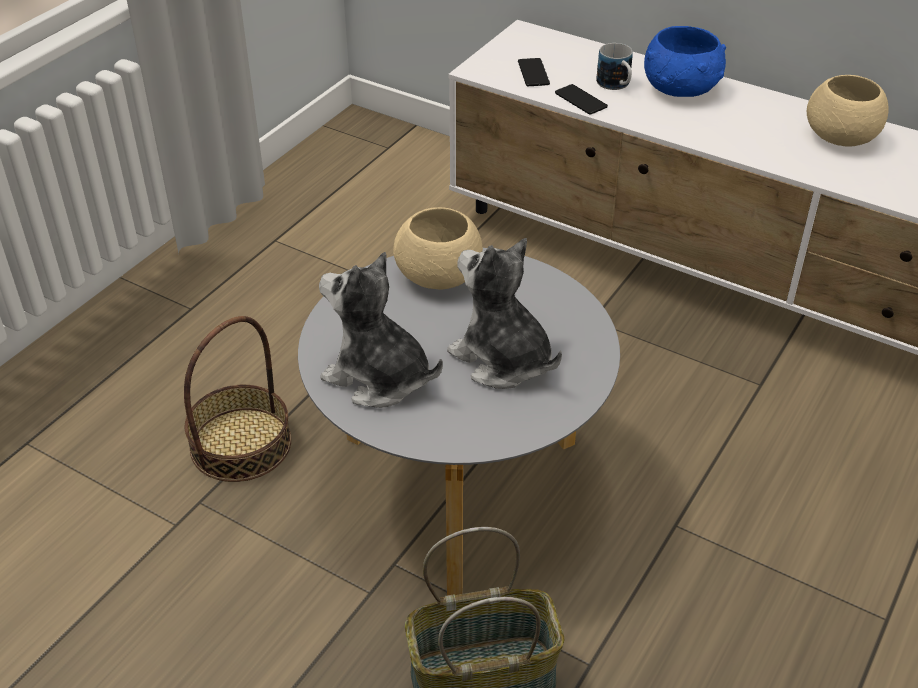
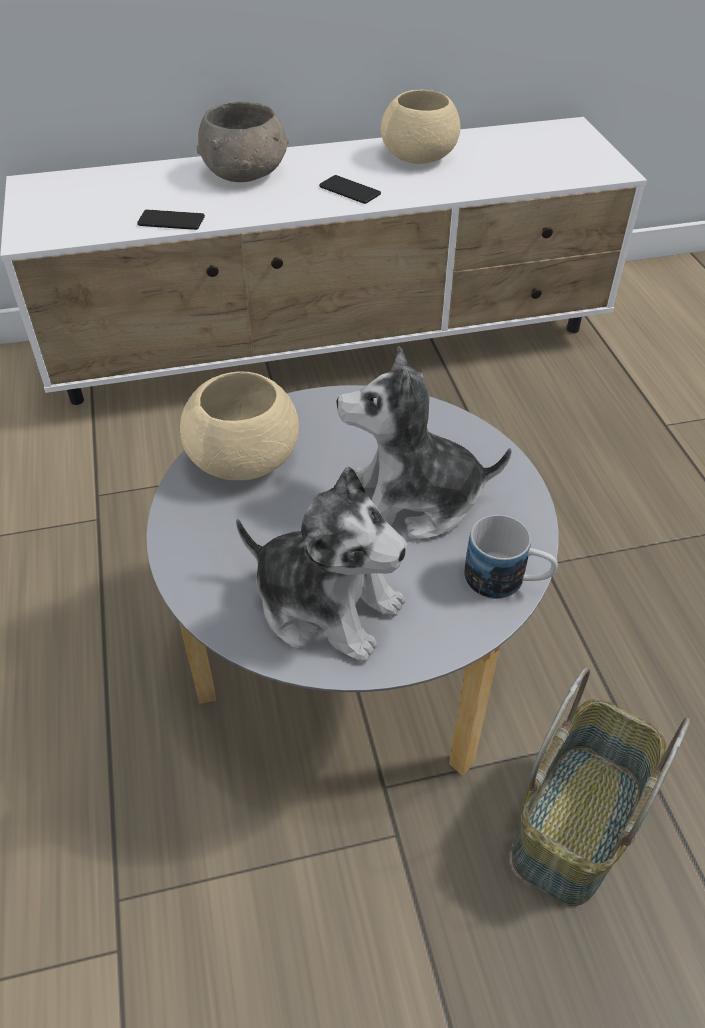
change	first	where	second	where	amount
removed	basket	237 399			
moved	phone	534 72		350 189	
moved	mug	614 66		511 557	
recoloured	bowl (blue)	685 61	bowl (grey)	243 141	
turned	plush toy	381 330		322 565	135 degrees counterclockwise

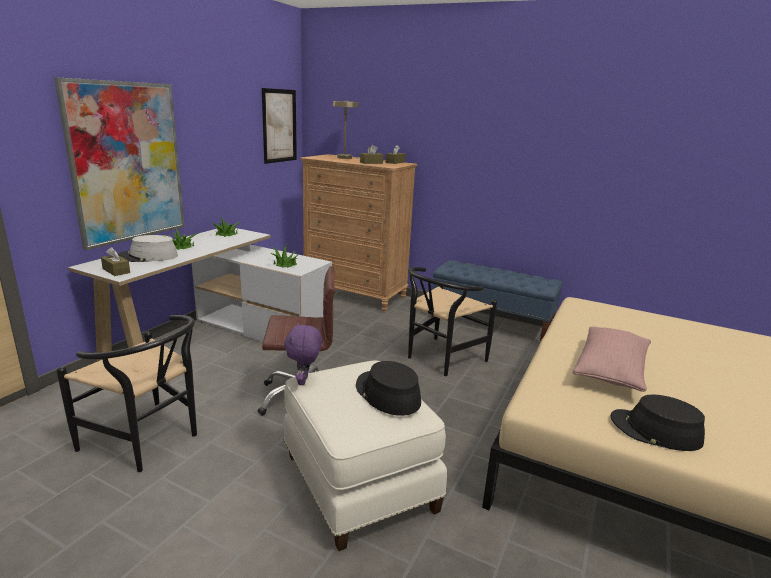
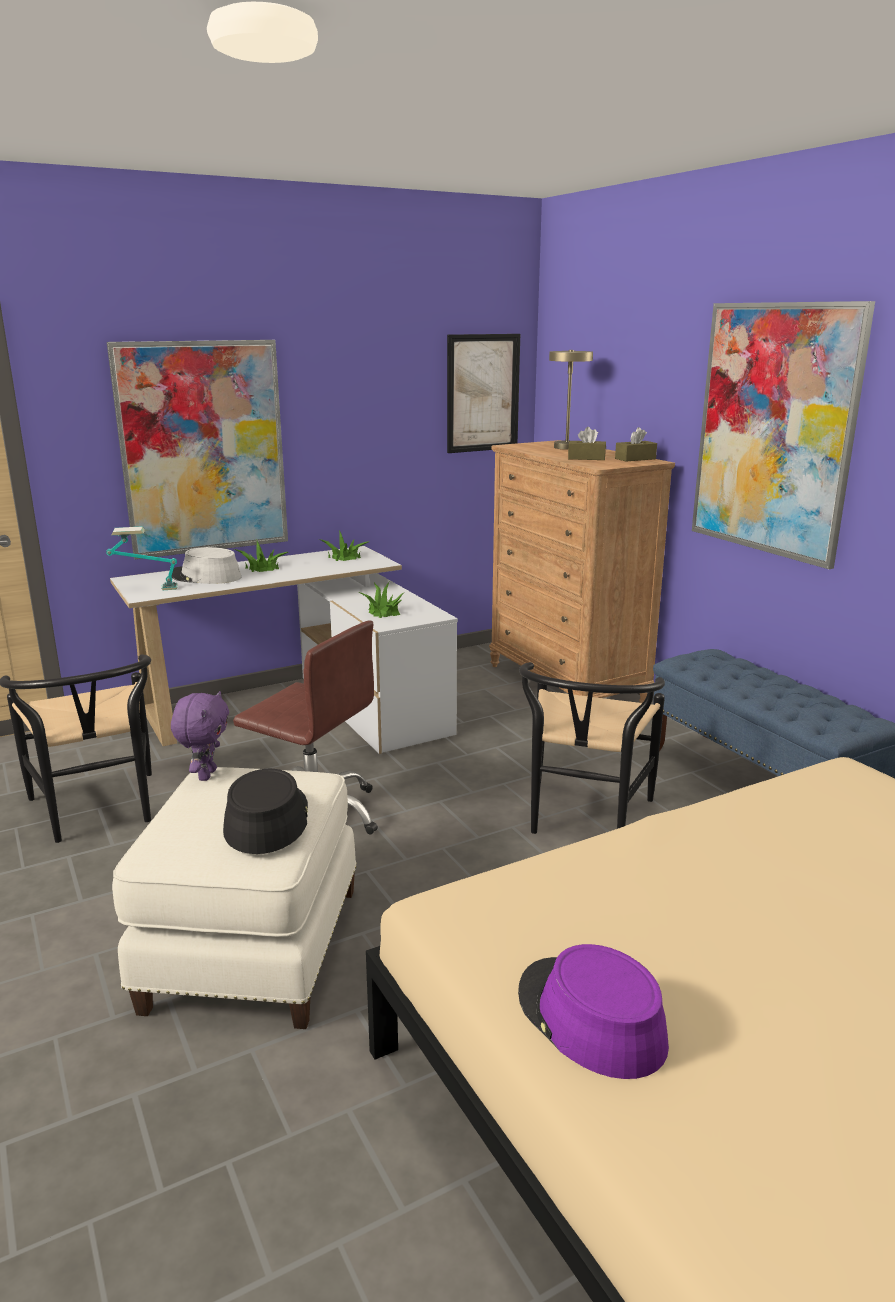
change	first	where	second	where	amount
removed	pillow (pink)	612 359			
added			picture	783 435	
replaced	tissue box (brown)	115 261	table lamp	142 558	
recoloured	hat (black)	657 423	hat (purple)	593 1011	
turned	plush toy (purple)	303 353		200 736	150 degrees clockwise
turned	chair (black)	452 321		592 748	60 degrees counterclockwise

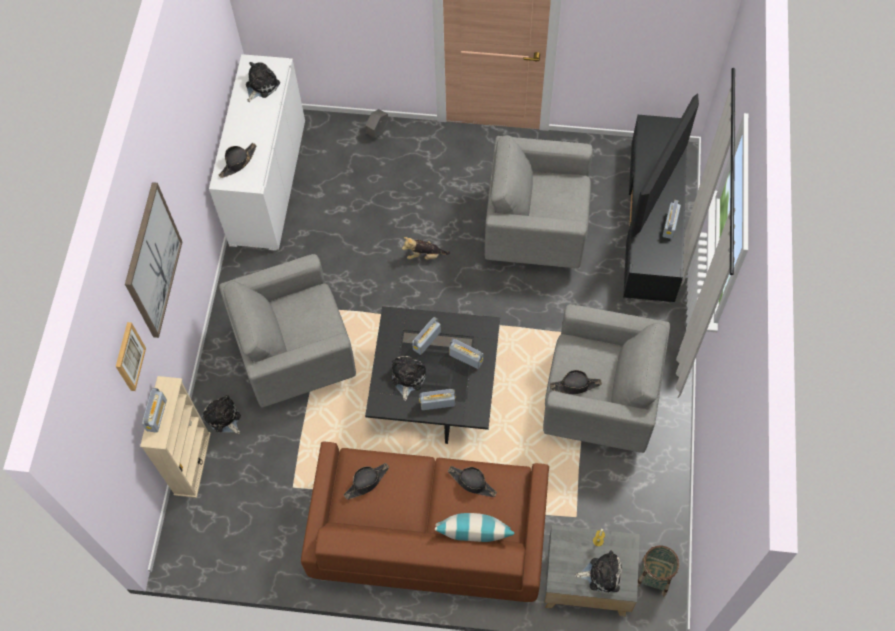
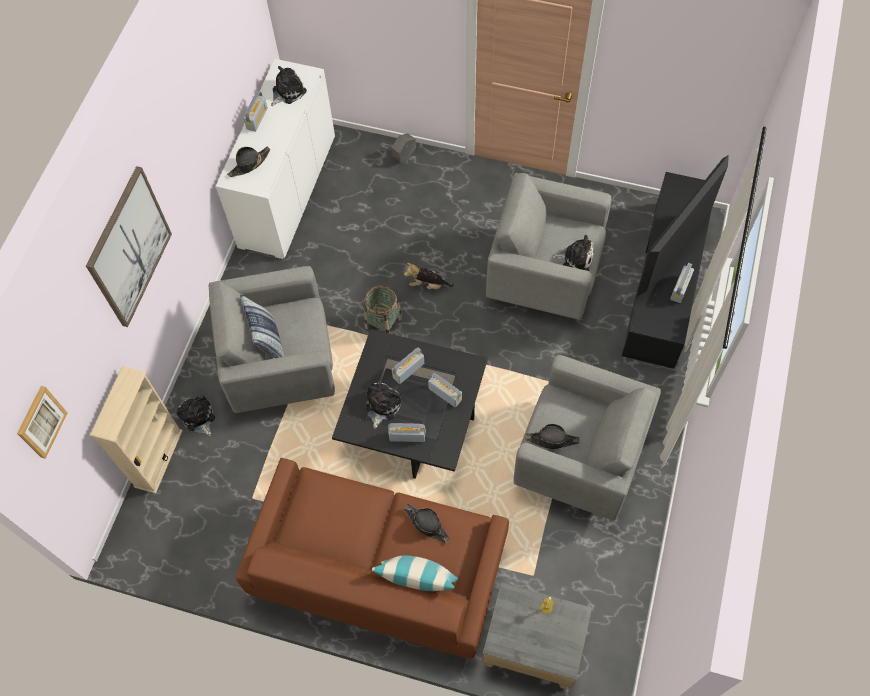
change	first	where	second	where	amount
removed	hat (black)	366 481			
added			pillow	262 325	
moved	picture	131 356		42 422	
moved	radio	154 410		256 111	
moved	plush toy	598 571		573 253	
moved	basket	658 570		384 309	

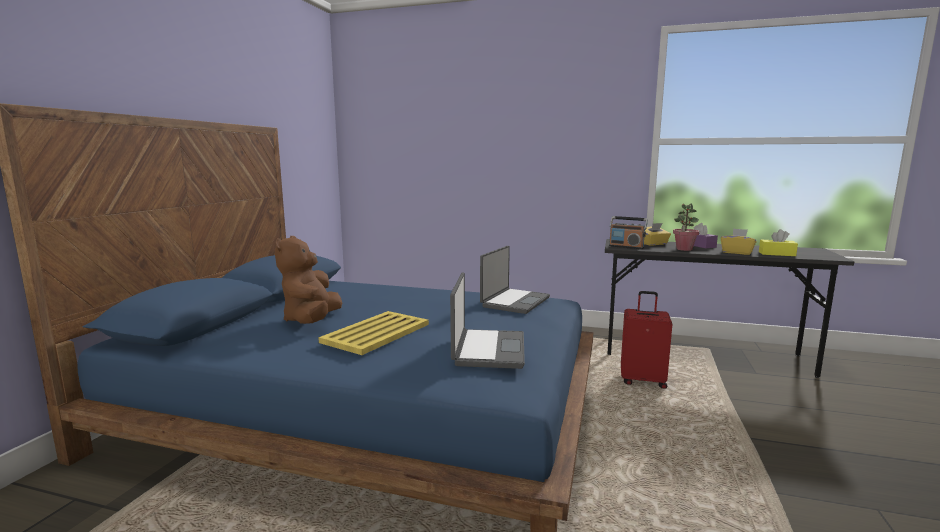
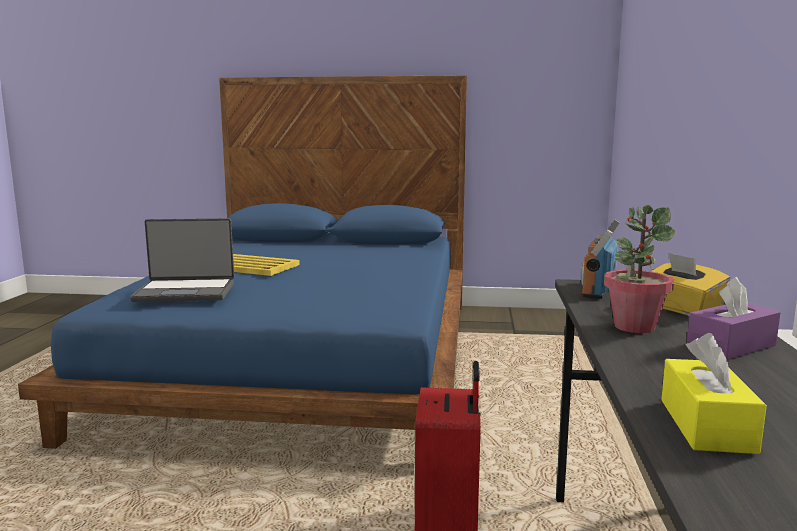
change	first	where	second	where	amount
removed	plush toy (brown)	308 280			
removed	laptop	515 280			
removed	tissue box (yellow)	739 241			

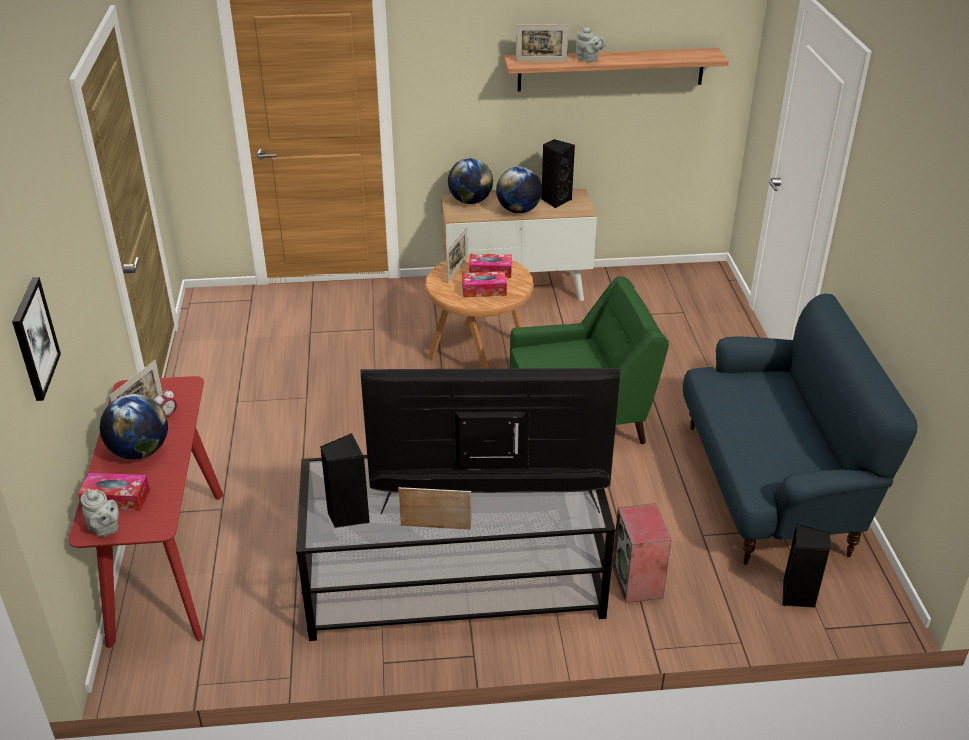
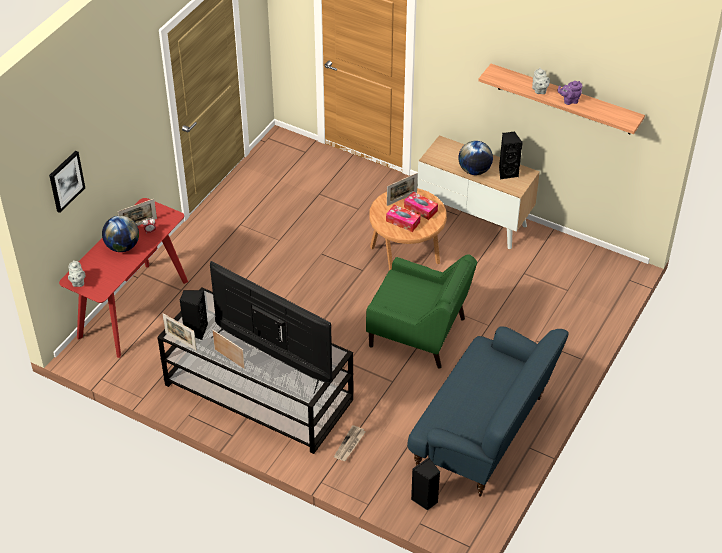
change	first	where	second	where	amount
removed	tissue box	114 492			
removed	globe	470 181			
added			teapot (purple)	570 93	
moved	picture frame	542 43		180 332	
replaced	speaker	641 553	newspaper	349 443	

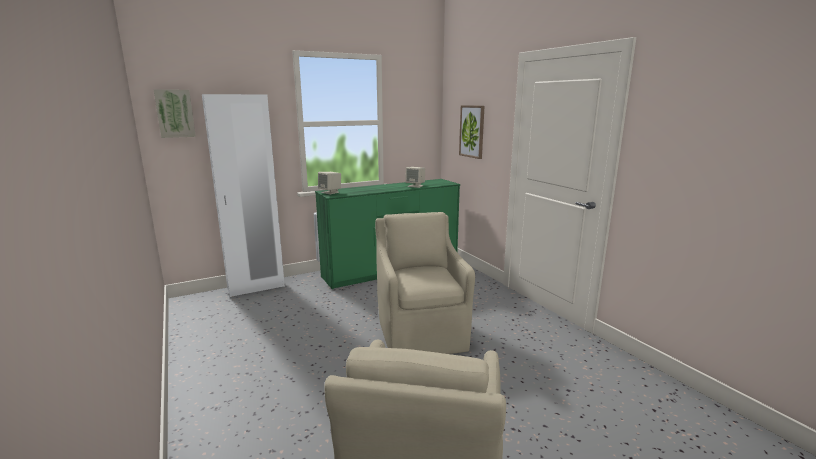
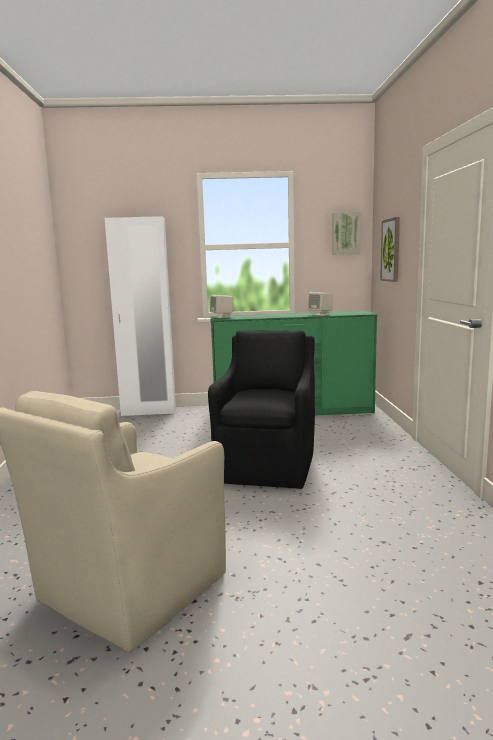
change	first	where	second	where	amount
moved	picture	174 113		346 233	
recoloured	armchair (beige)	425 283	armchair (black)	261 409	

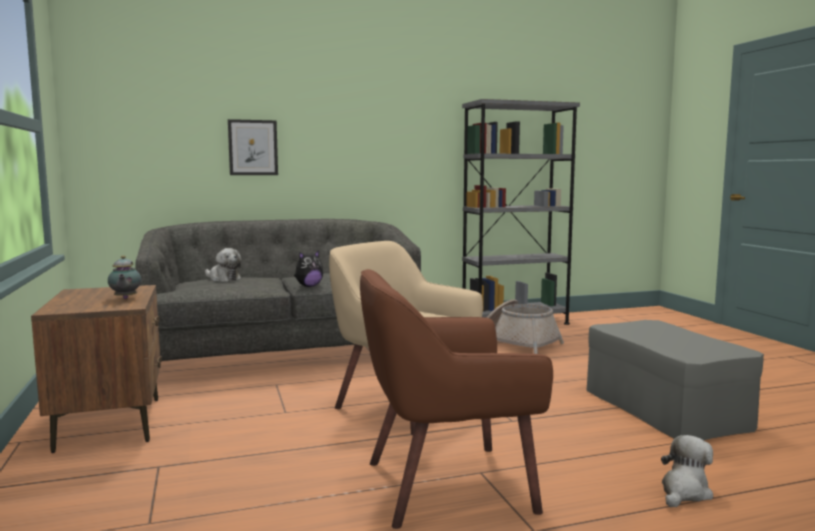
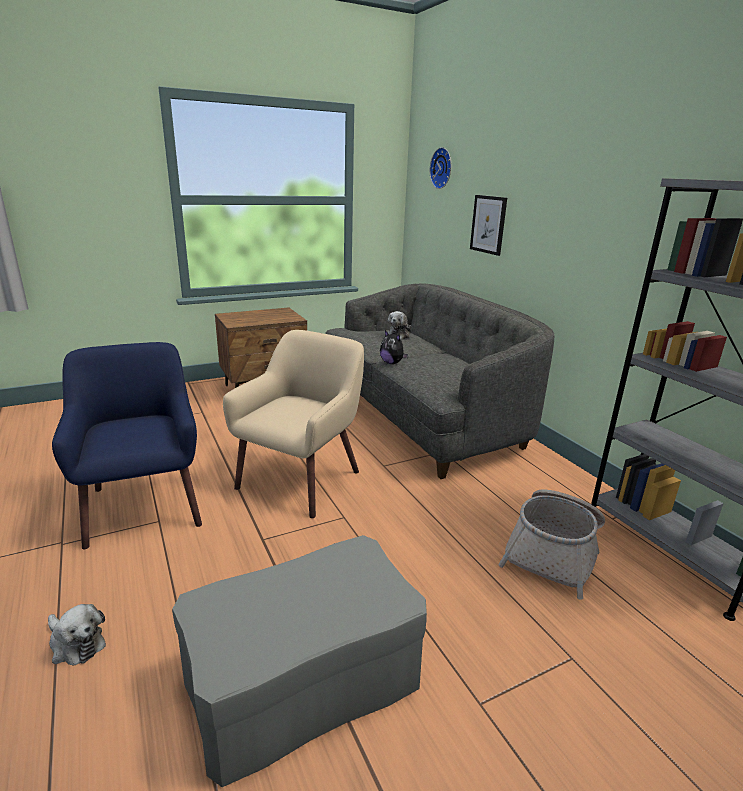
change	first	where	second	where	amount
removed	teapot	124 277			
added			wall clock	440 168	
recoloured	armchair (brown)	456 399	armchair (blue)	127 445	

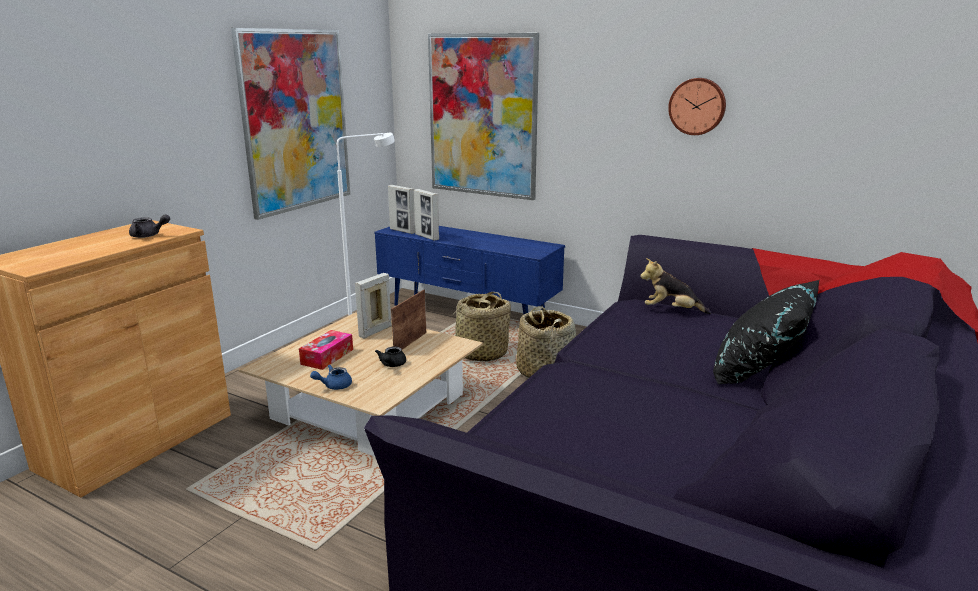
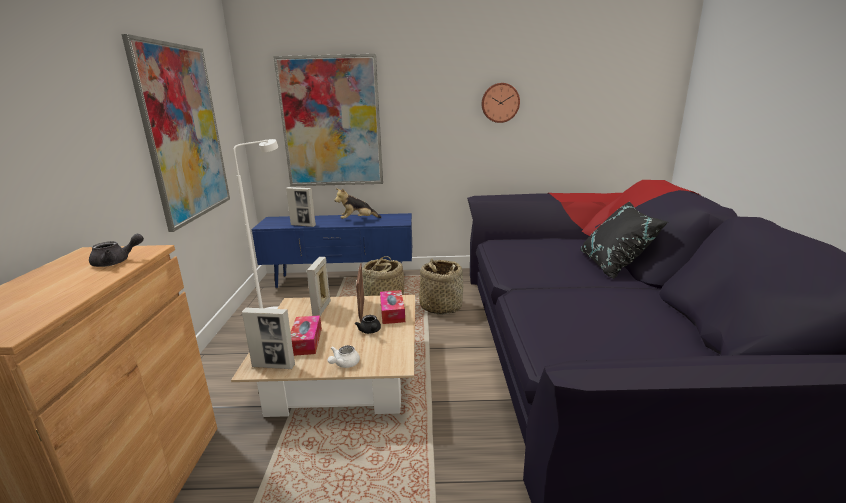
change	first	where	second	where	amount
added			tissue box	392 307	
moved	picture frame	401 209		268 338	
moved	plush toy	675 286		358 203	
recoloured	teapot (blue)	331 377	teapot (white)	344 356	

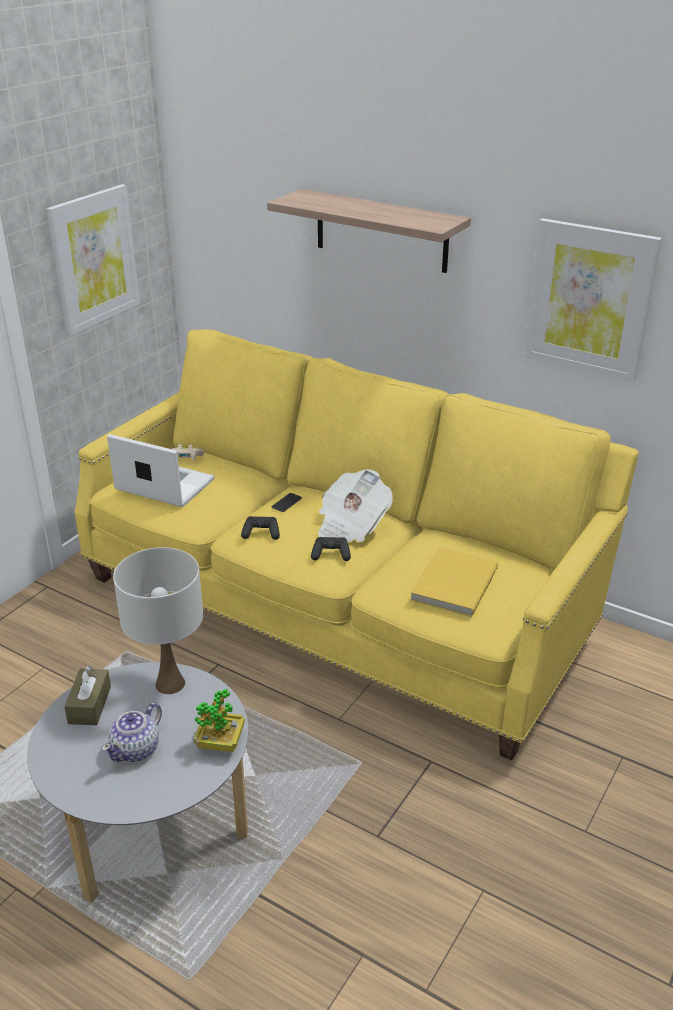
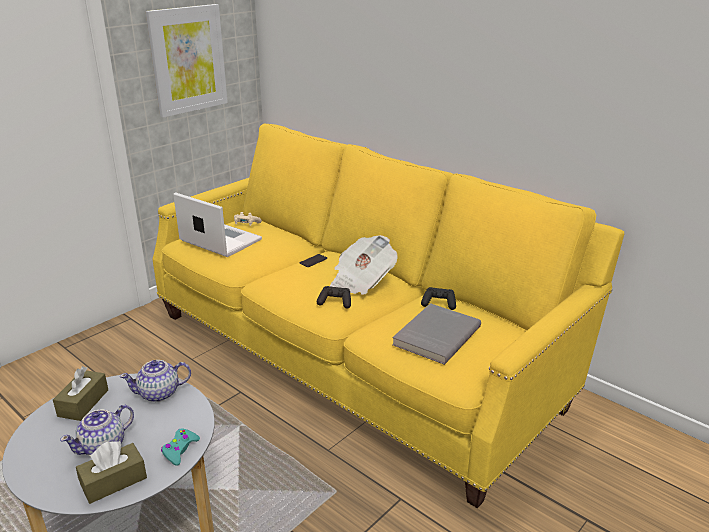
change	first	where	second	where	amount
removed	shelf	369 231			
removed	picture	593 300			
added			tissue box (brown)	111 472	
moved	game controller (black)	260 528		438 298	
replaced	table lamp (white)	158 620	teapot	155 381	
replaced	potted plant	219 720	game controller (turquoise)	180 447	
recoloured	book (yellow)	454 582	book (grey)	436 334	

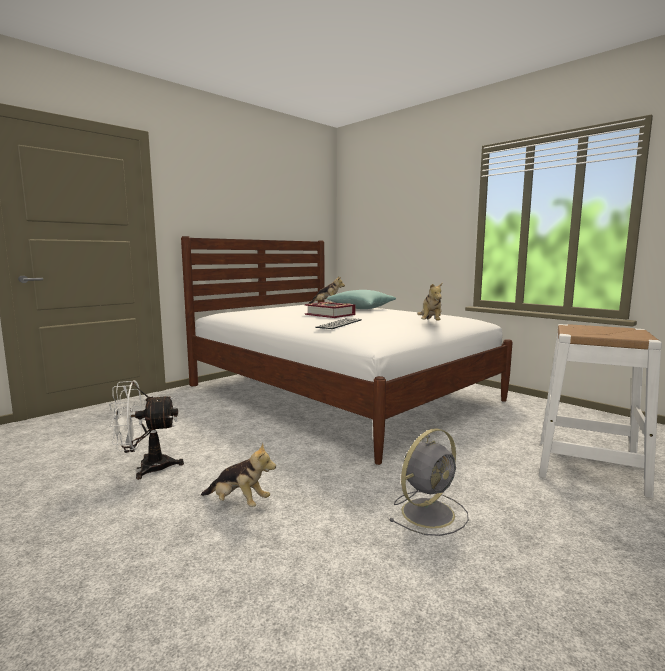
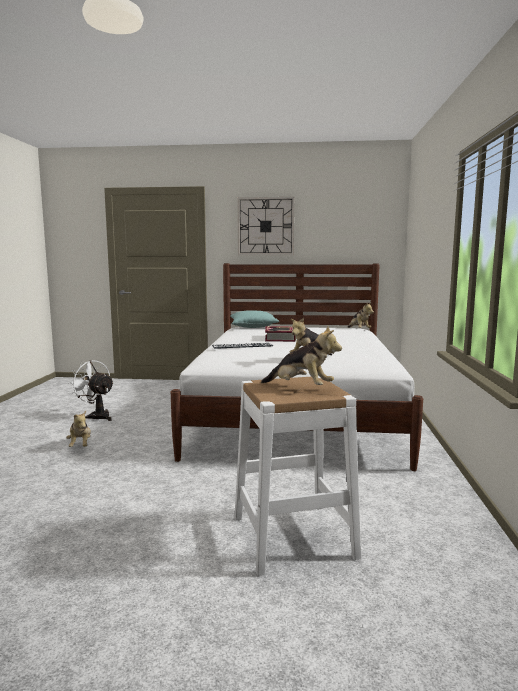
change	first	where	second	where	amount
removed	fan (grey)	429 482			
added			wall clock	265 226	
added			plush toy	301 355	
moved	pillow (turquoise)	361 299		254 319	

